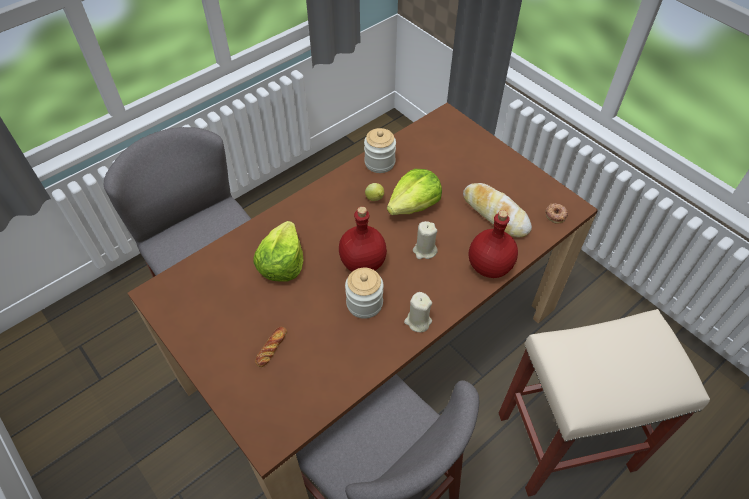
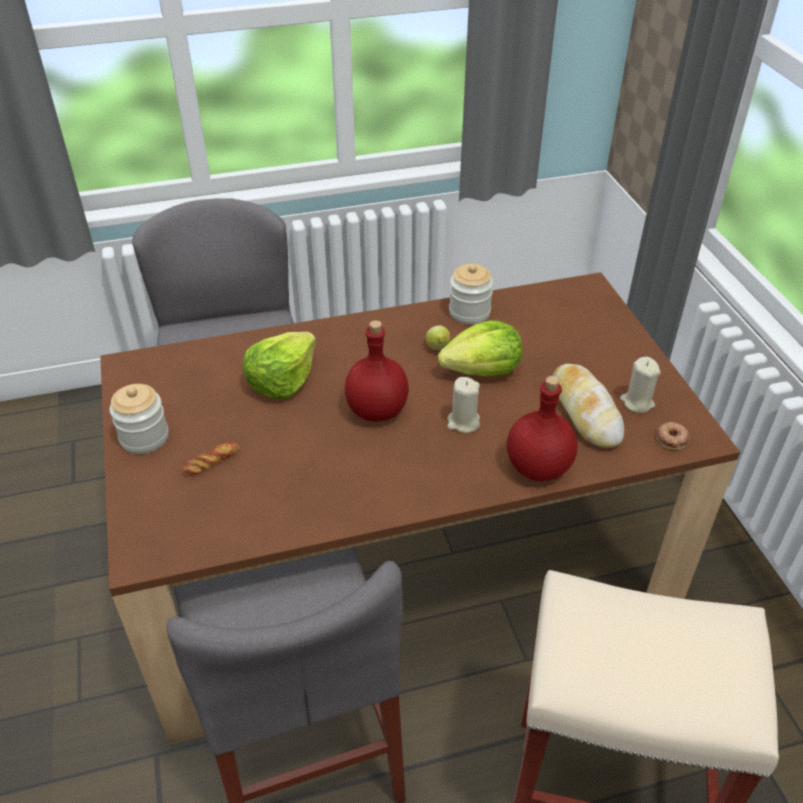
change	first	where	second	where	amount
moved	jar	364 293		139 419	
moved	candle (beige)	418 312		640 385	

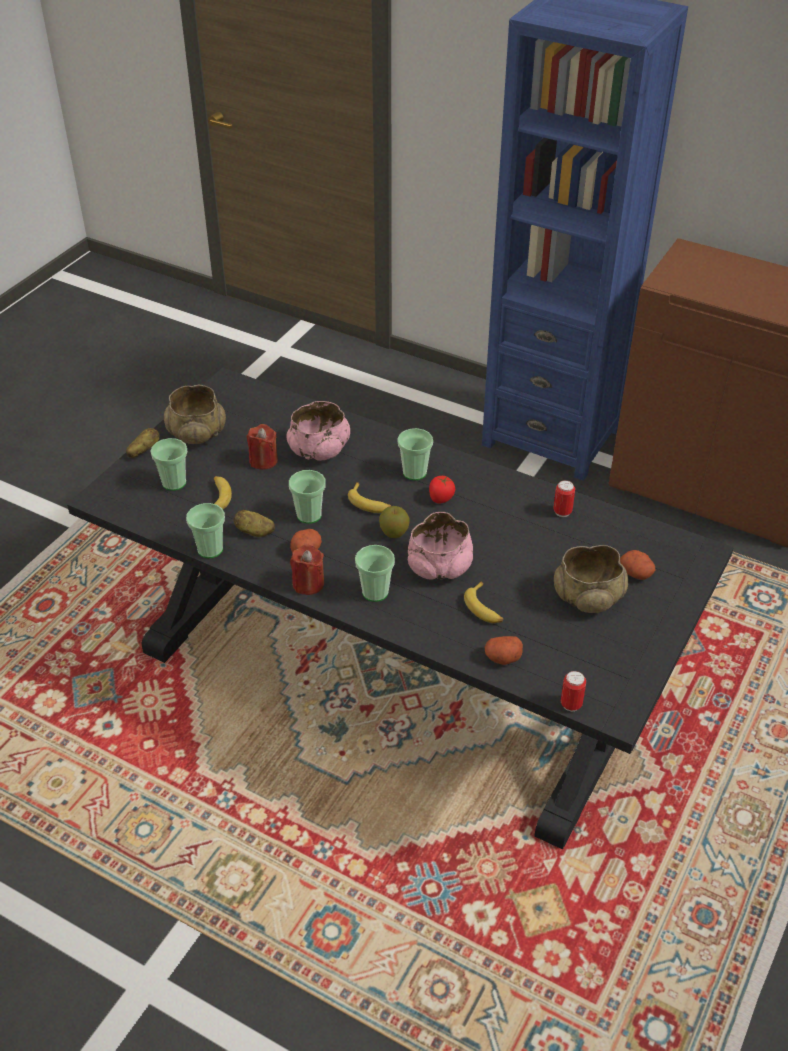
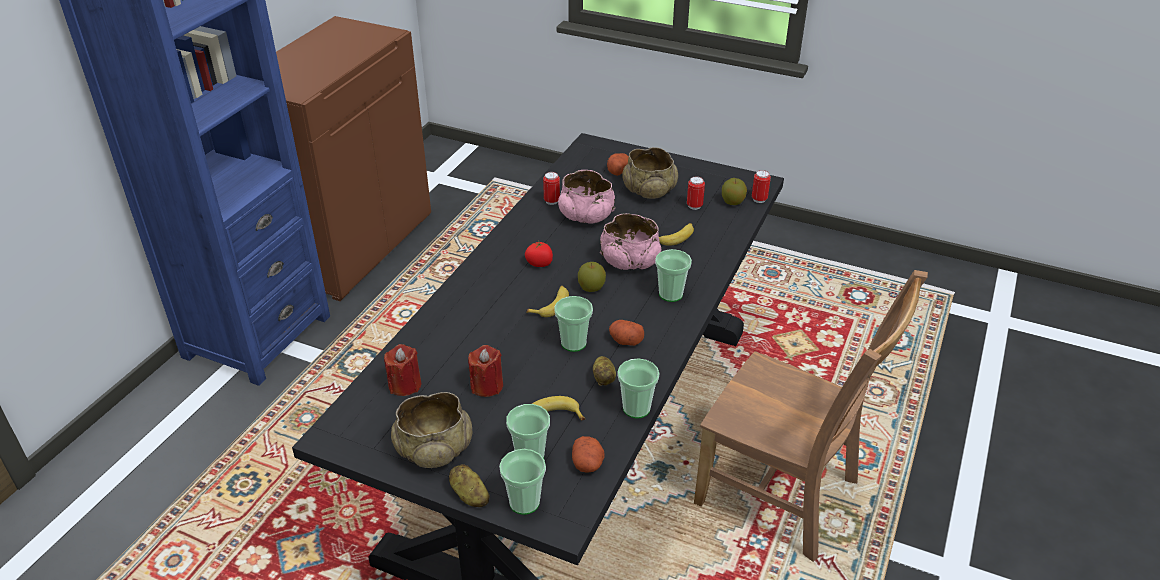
change	first	where	second	where	amount
added			can	696 193	
added			chair (brown)	811 416	
added			apple	734 191	
moved	bowl (pink)	318 431		586 197	
moved	candle (red)	307 569		402 370	
moved	cup	415 454		522 482	
moved	potato	504 650		588 454	

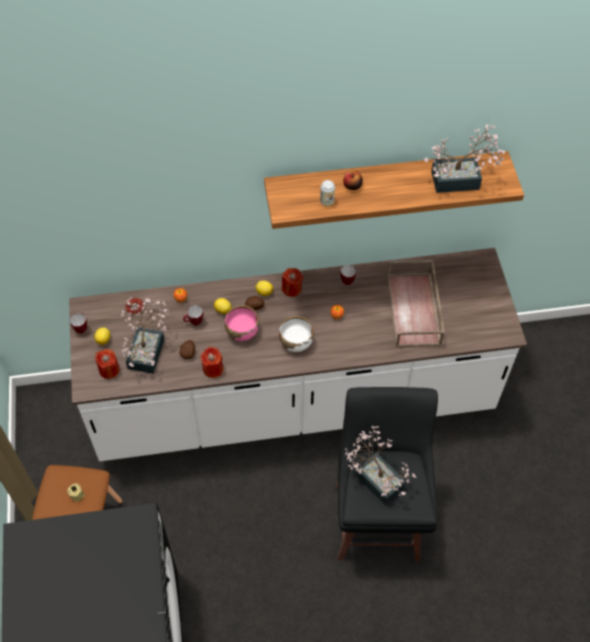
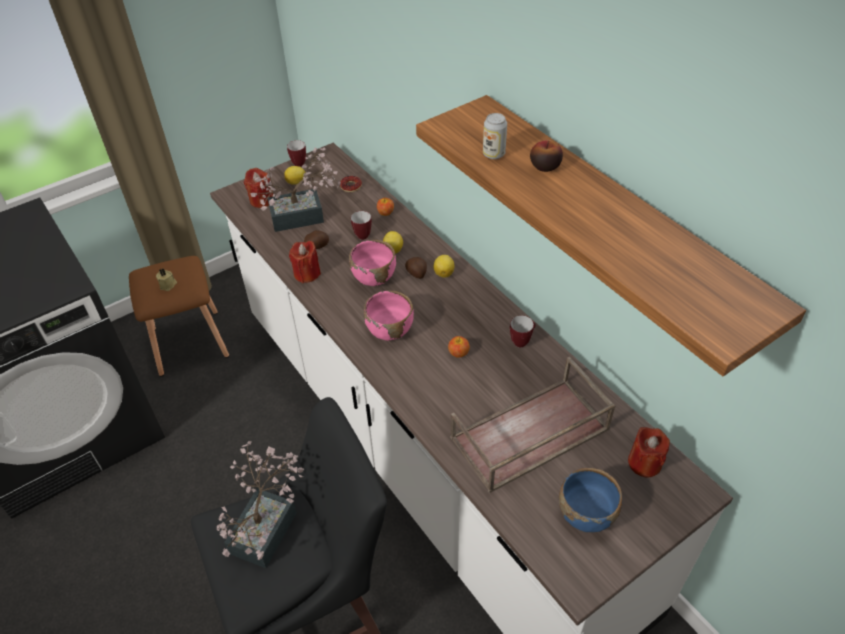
change	first	where	second	where	amount
removed	potted plant	464 158			
added			bowl (blue)	590 500	
moved	candle (red)	292 282		649 452	
recoloured	bowl (white)	296 334	bowl (pink)	389 316	

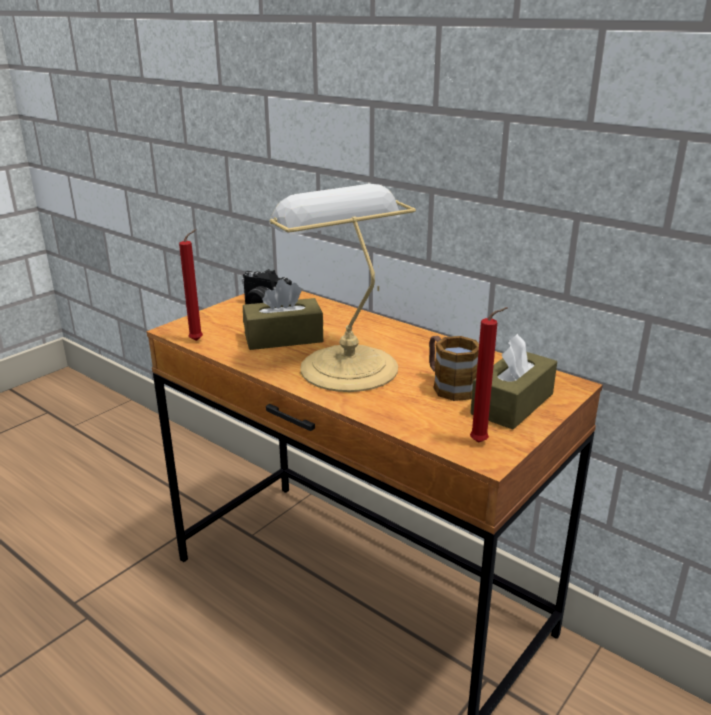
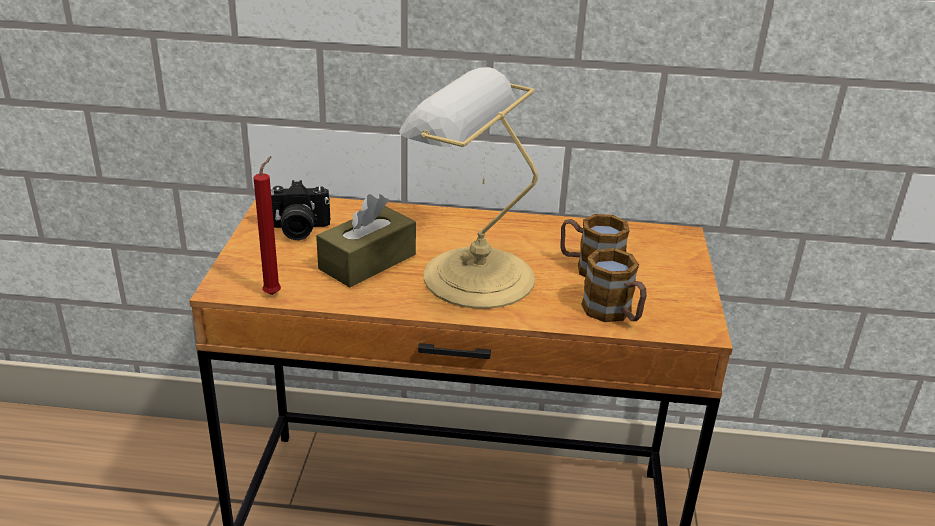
change	first	where	second	where	amount
removed	candle (red)	489 375			
removed	tissue box (brown)	513 382			
added			mug	614 285	

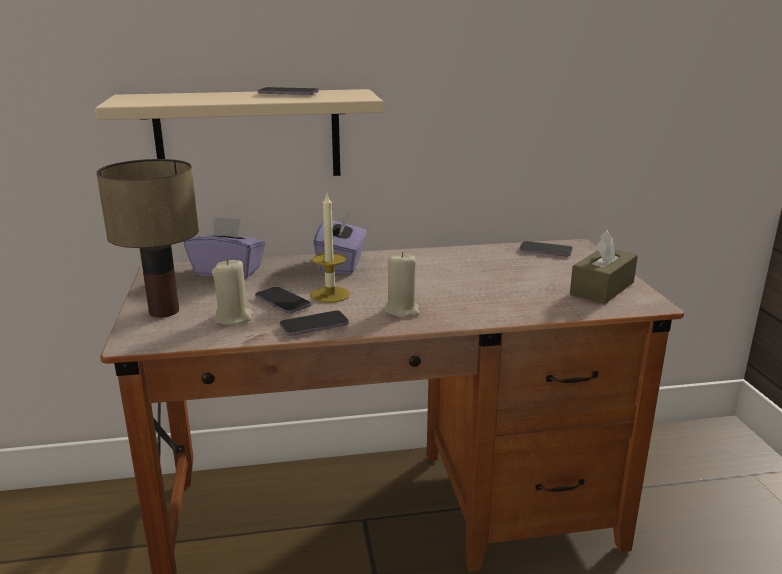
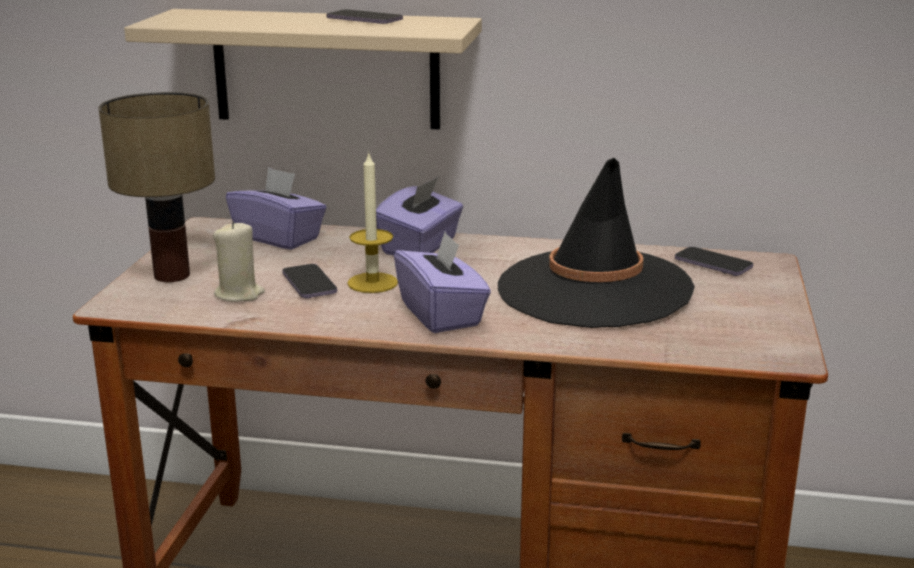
change	first	where	second	where	amount
removed	phone	314 323			
removed	tissue box (brown)	604 267			
added			hat (black)	596 243	
replaced	candle (beige)	402 285	tissue box (purple)	442 282	

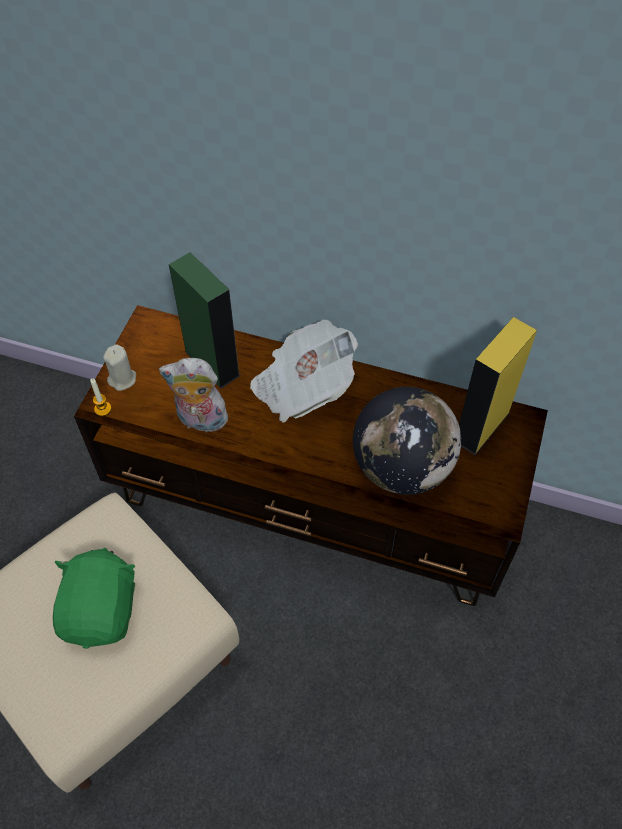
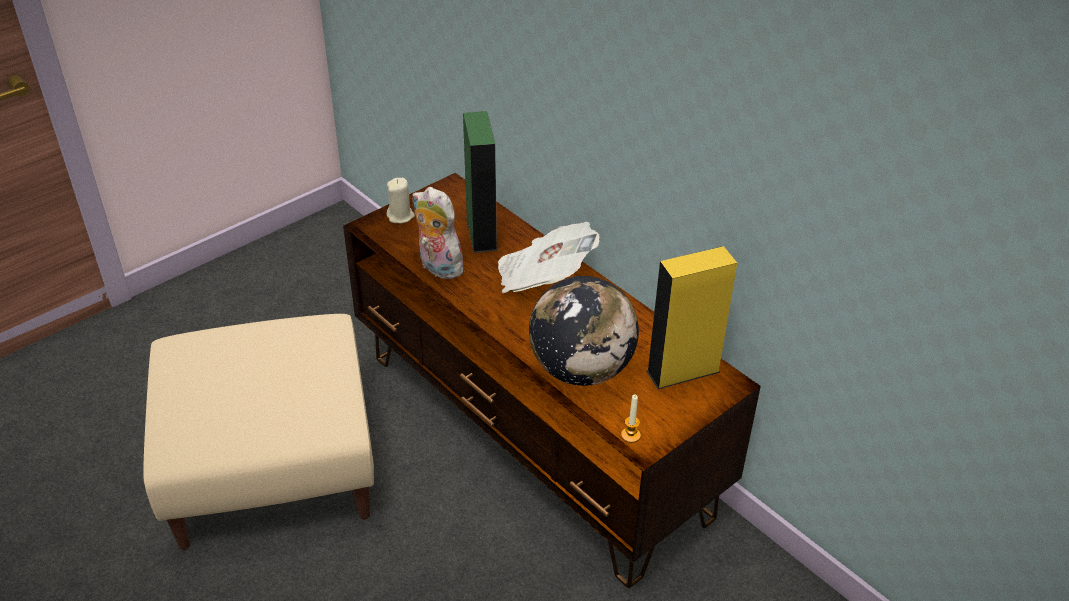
change	first	where	second	where	amount
removed	plush toy (green)	94 598			
moved	candle	101 397		631 418	

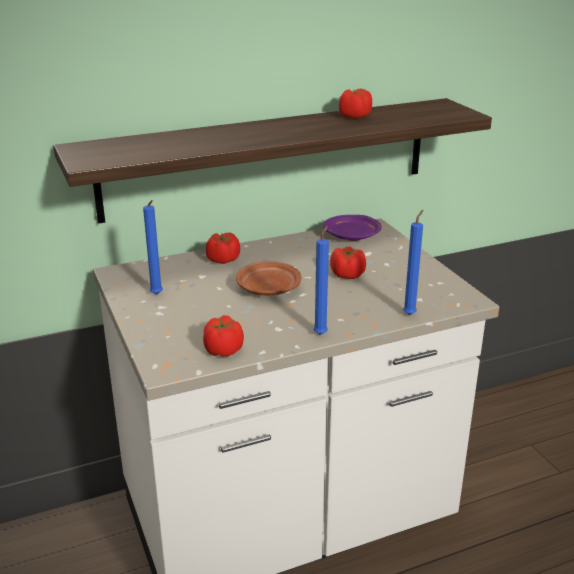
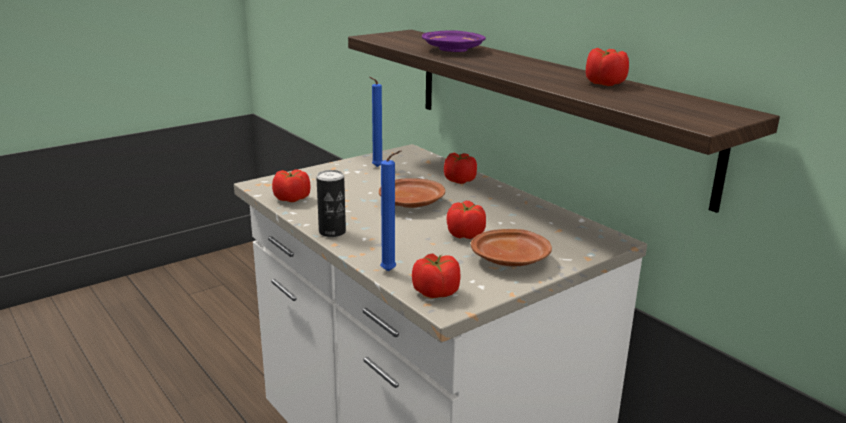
change	first	where	second	where	amount
added			tomato	436 275	
added			plate (brown)	511 248	
moved	plate (purple)	352 228		454 41	
replaced	candle (blue)	321 280	can	331 203	

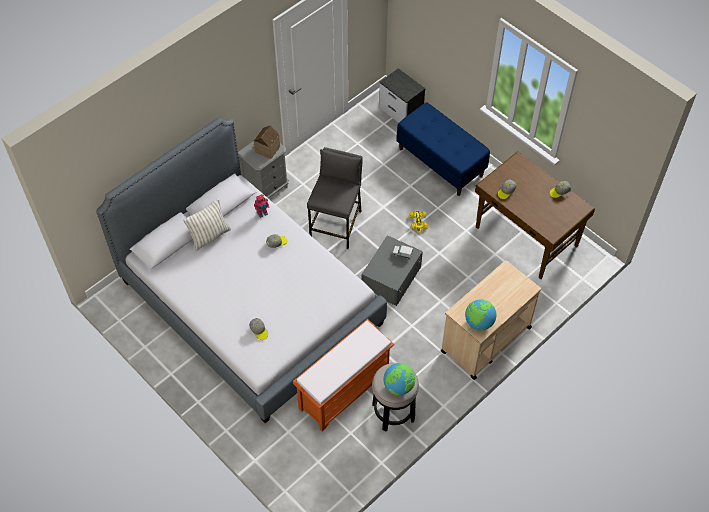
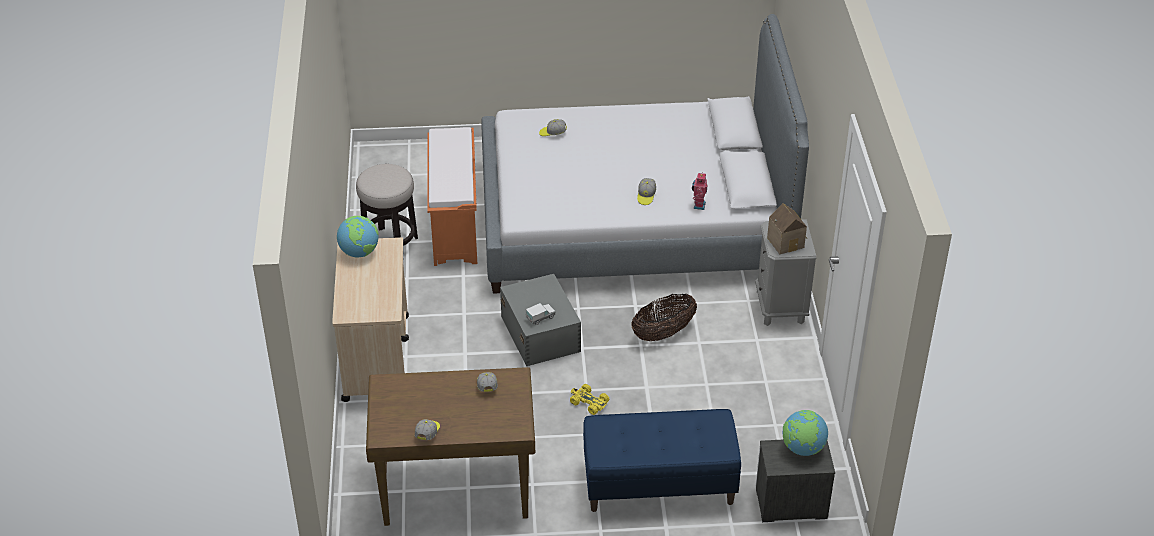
change	first	where	second	where	amount
removed	pillow	207 225			
moved	globe	399 379		805 433	
replaced	stool (grey)	335 198	basket	664 317	

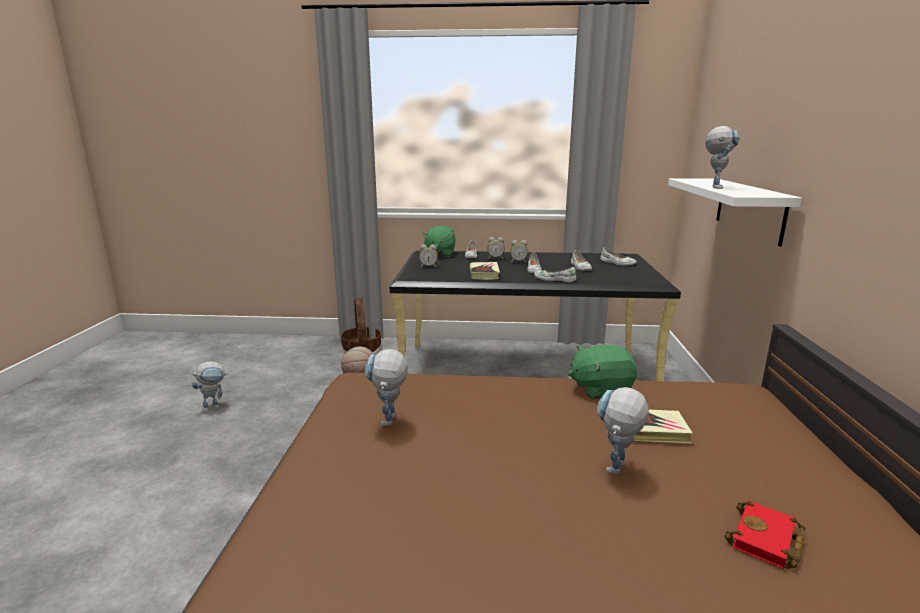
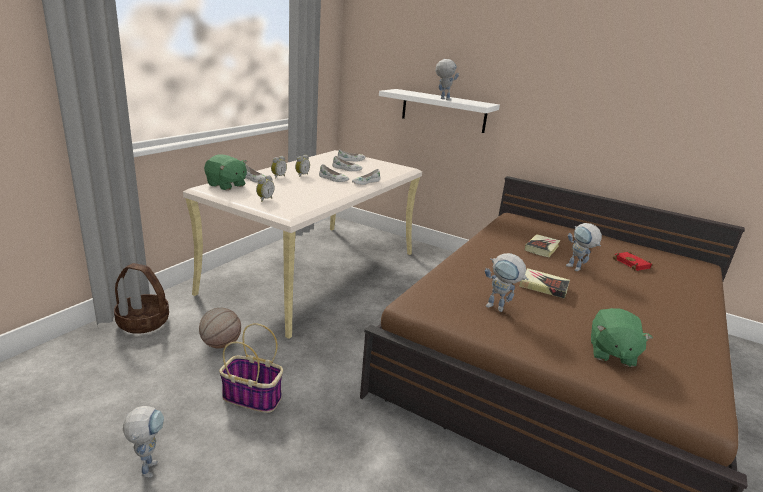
change	first	where	second	where	amount
added			basket	251 368	
moved	book	485 271		544 283	
moved	plush toy (green)	602 372		622 337	
recoloured	desk (black)	535 316	desk (beige)	302 244	

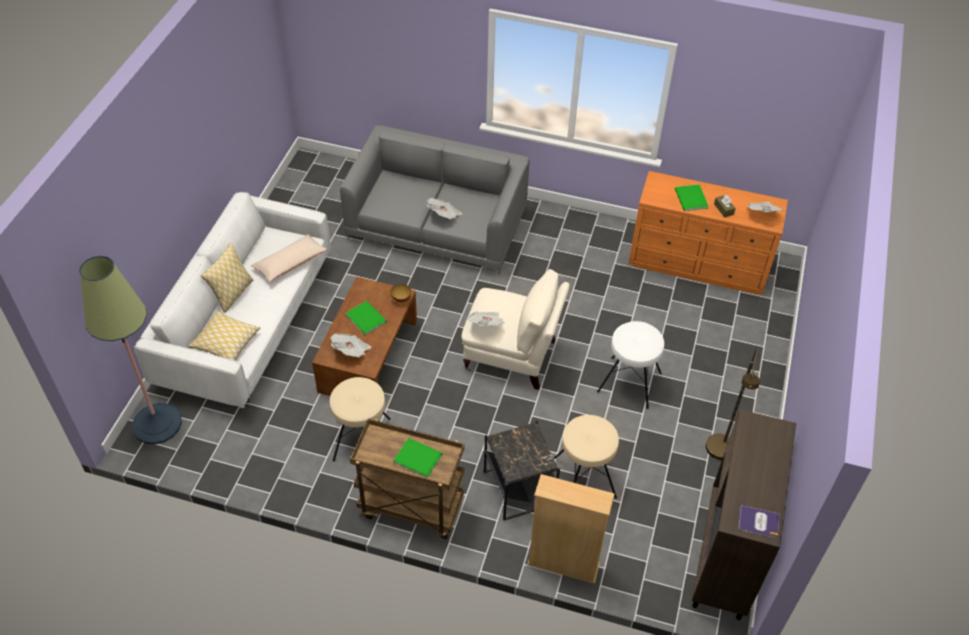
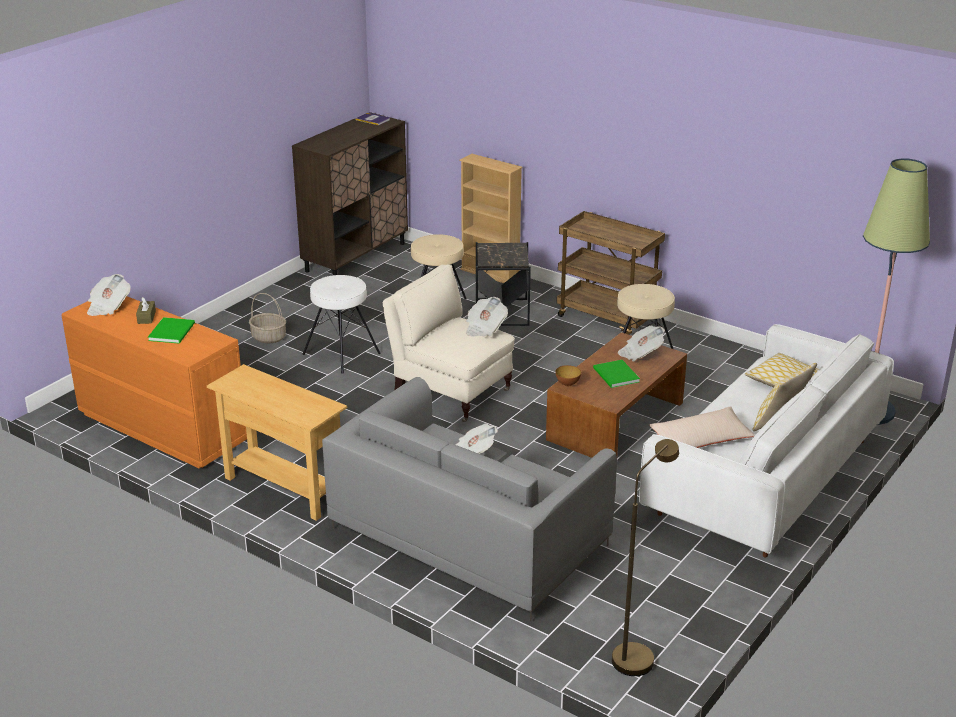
change	first	where	second	where	amount
removed	book (green)	417 458			
added			console table (beige)	277 442	
added			basket	267 318	
moved	floor lamp (brown)	733 403		645 557	

